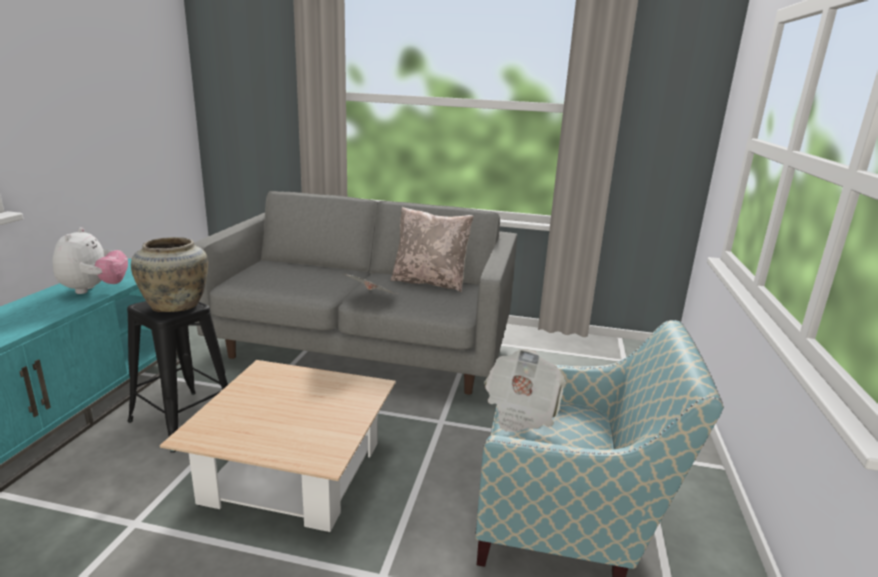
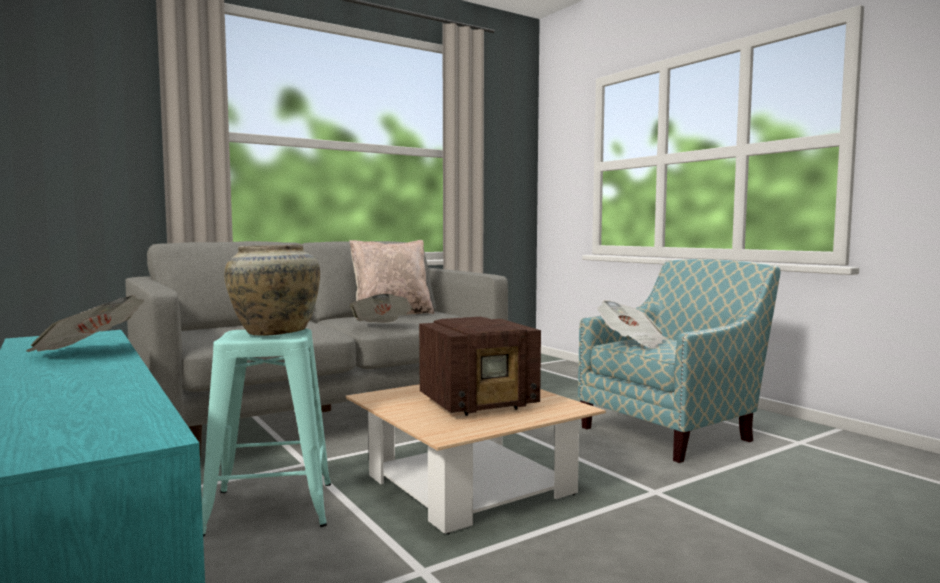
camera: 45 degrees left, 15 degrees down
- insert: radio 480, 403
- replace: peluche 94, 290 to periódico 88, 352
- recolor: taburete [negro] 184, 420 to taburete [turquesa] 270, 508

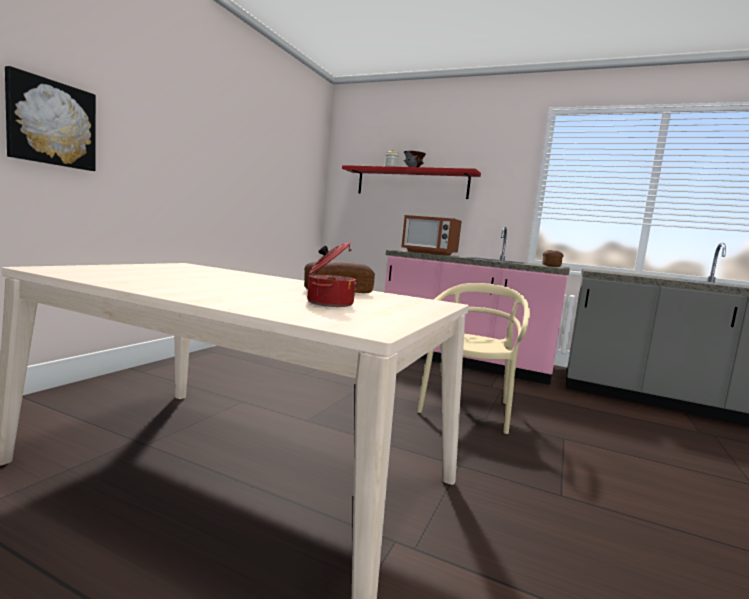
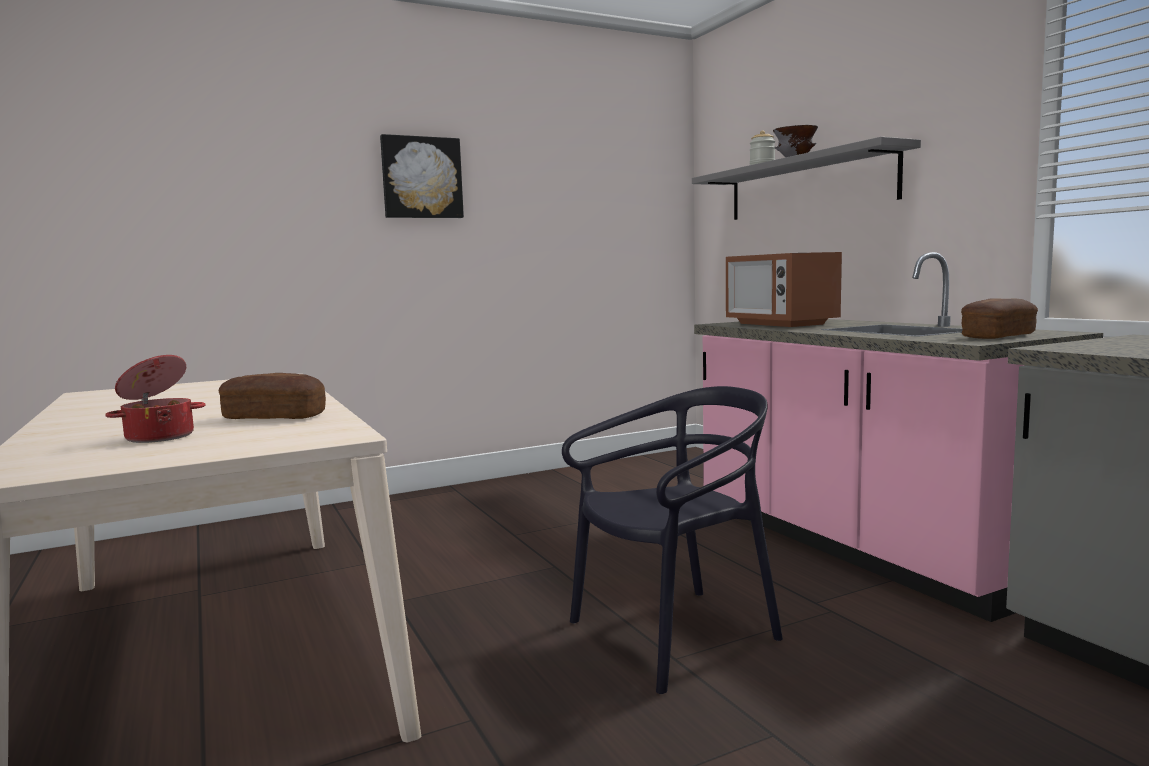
camera: 40 degrees right, 0 degrees up
- move: cuadro 51, 123 to 421, 178
- recolor: estante [rojo] 411, 183 to estante [gris] 807, 186
- recolor: silla [beis] 468, 409 to silla [negro] 674, 635

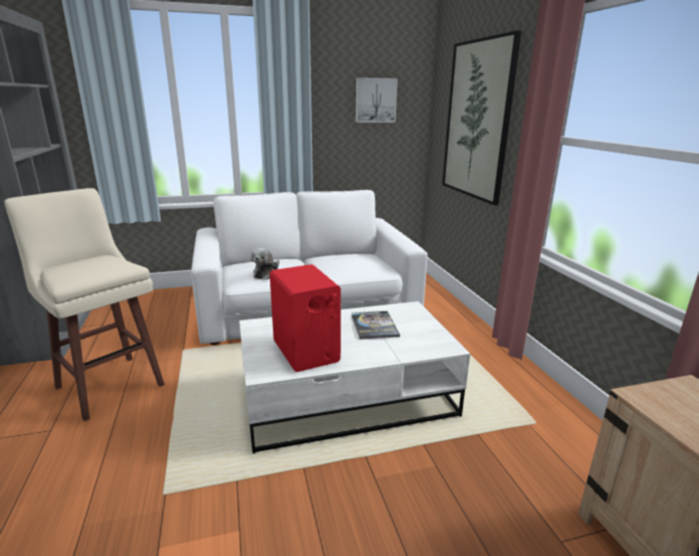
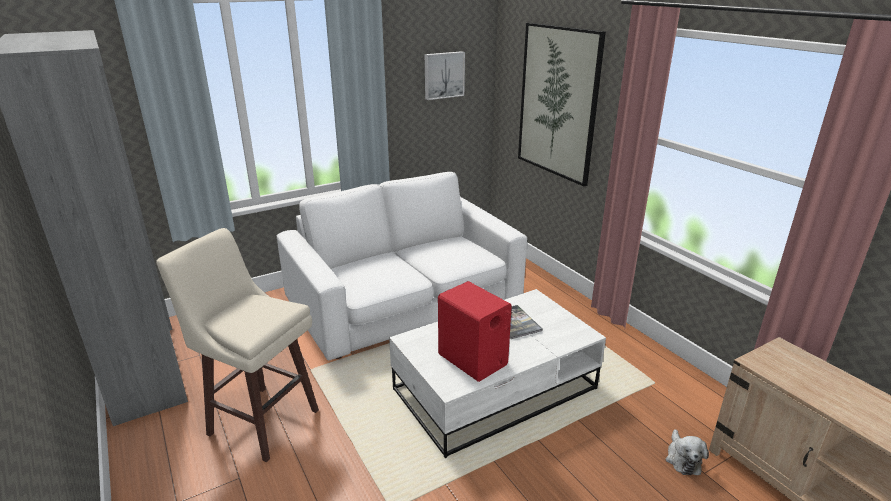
camera: 15 degrees left, 5 degrees up
- move: peluche 267, 273 to 682, 459

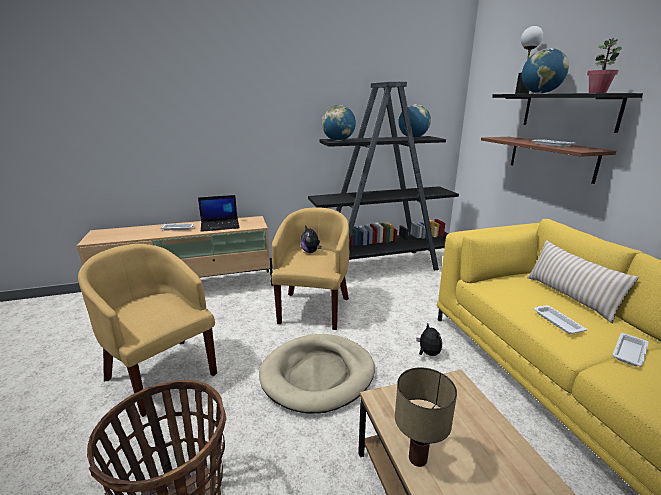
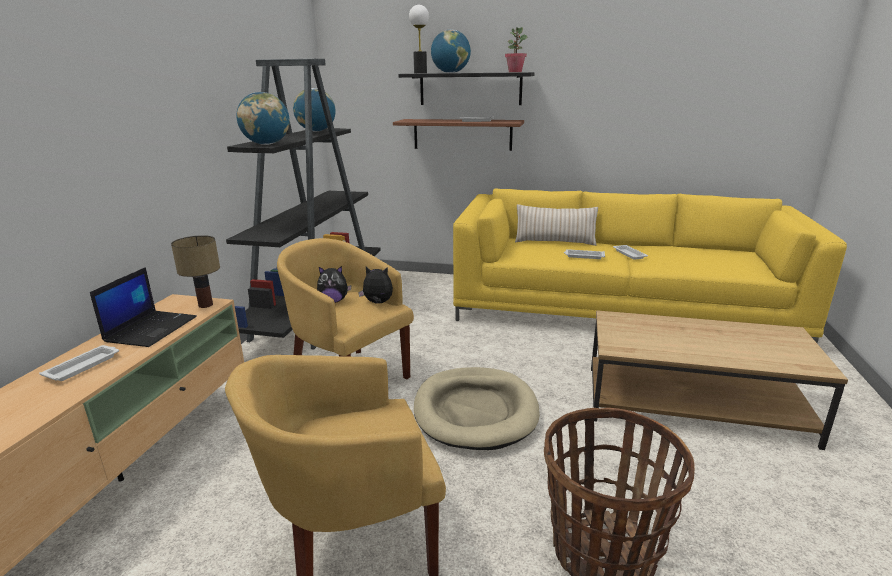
camera: 60 degrees left, 0 degrees up
- move: lámpara de mesa 418, 459 to 206, 305
- move: peluche 428, 353 to 378, 303

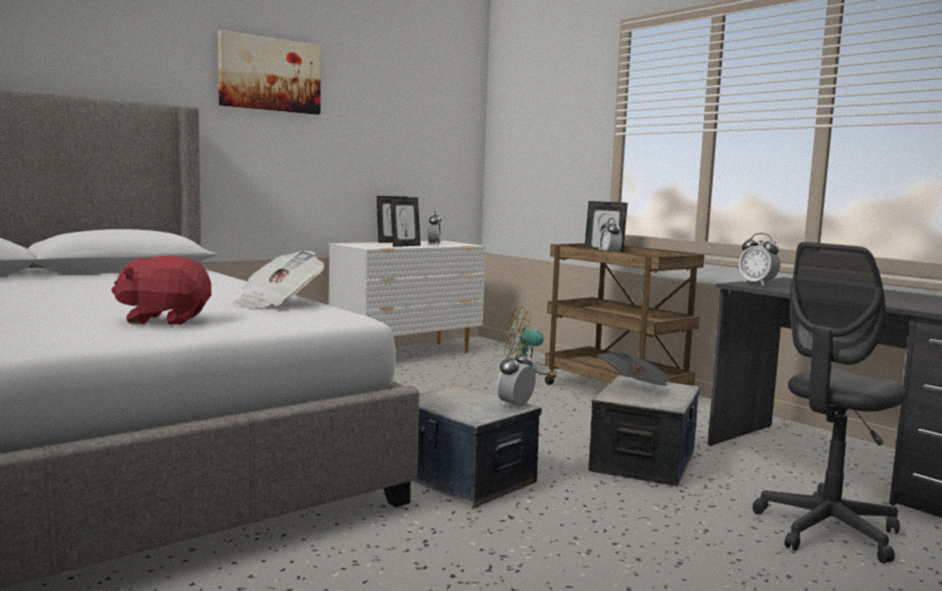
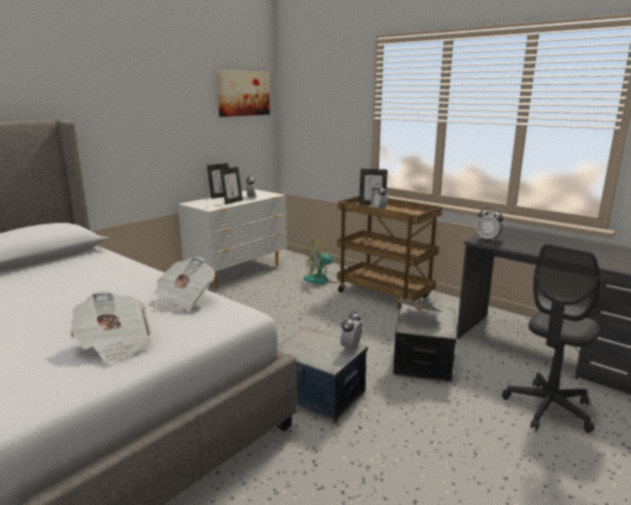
camera: 10 degrees left, 10 degrees up
- move: cuadro 270, 74 to 243, 93
- replace: peluche [rojo] 165, 320 to periódico 114, 345

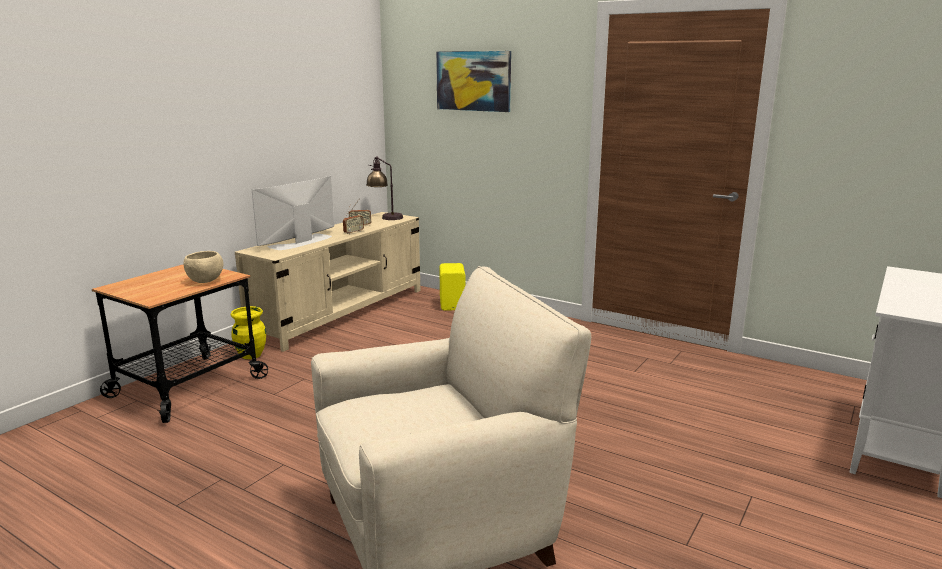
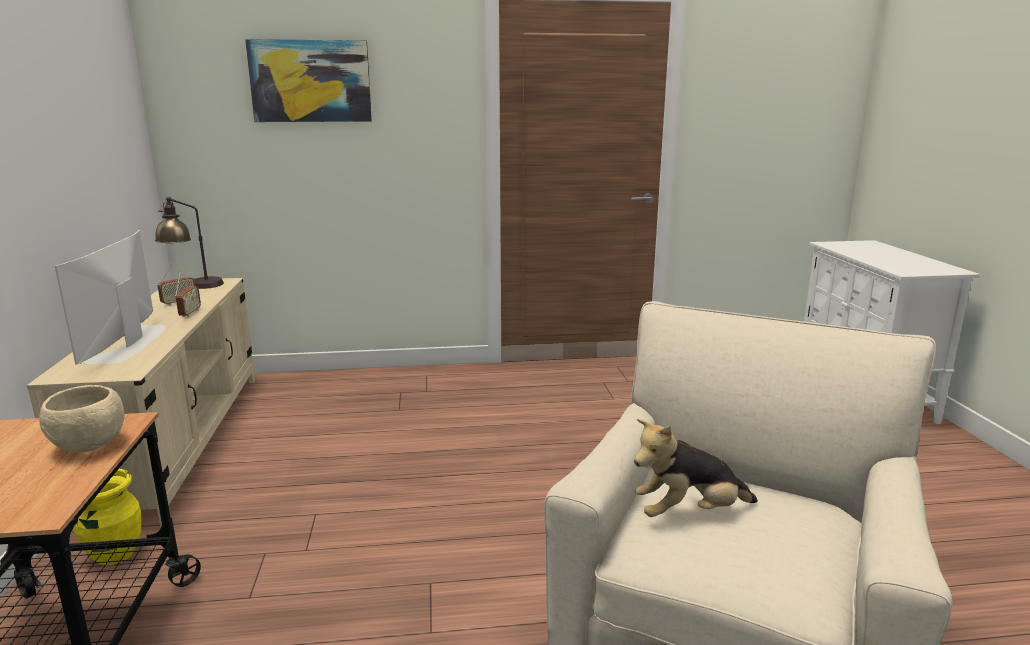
camera: 40 degrees left, 0 degrees up
- delete: altavoz [amarillo] 453, 304
- insert: peluche 689, 513

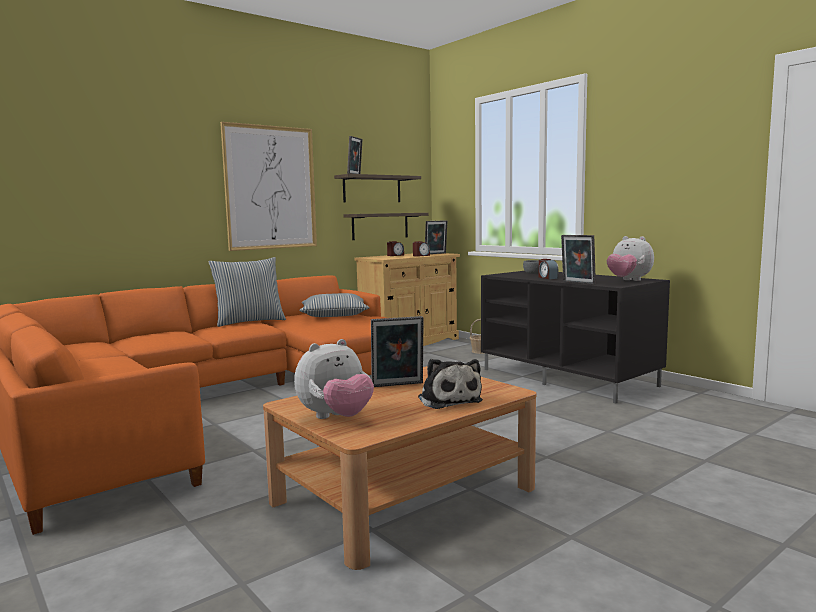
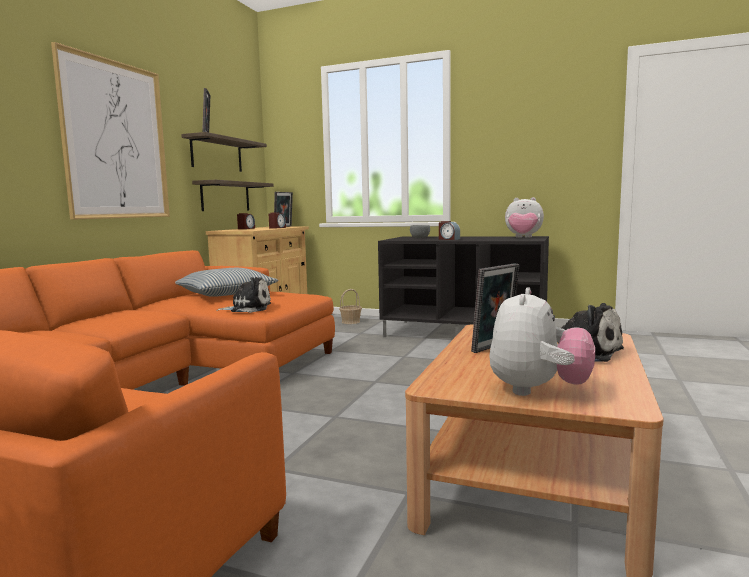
camera: 30 degrees left, 0 degrees up
- delete: cojín 249, 322
- delete: portarretratos 577, 283
- insert: peluche 248, 308

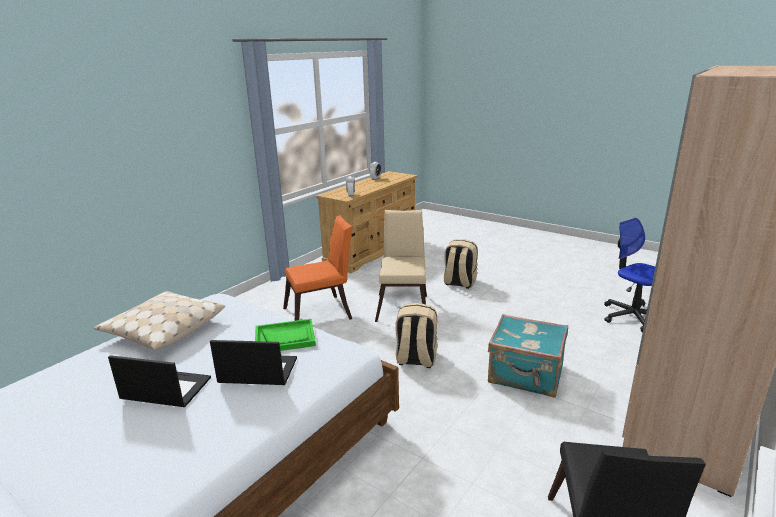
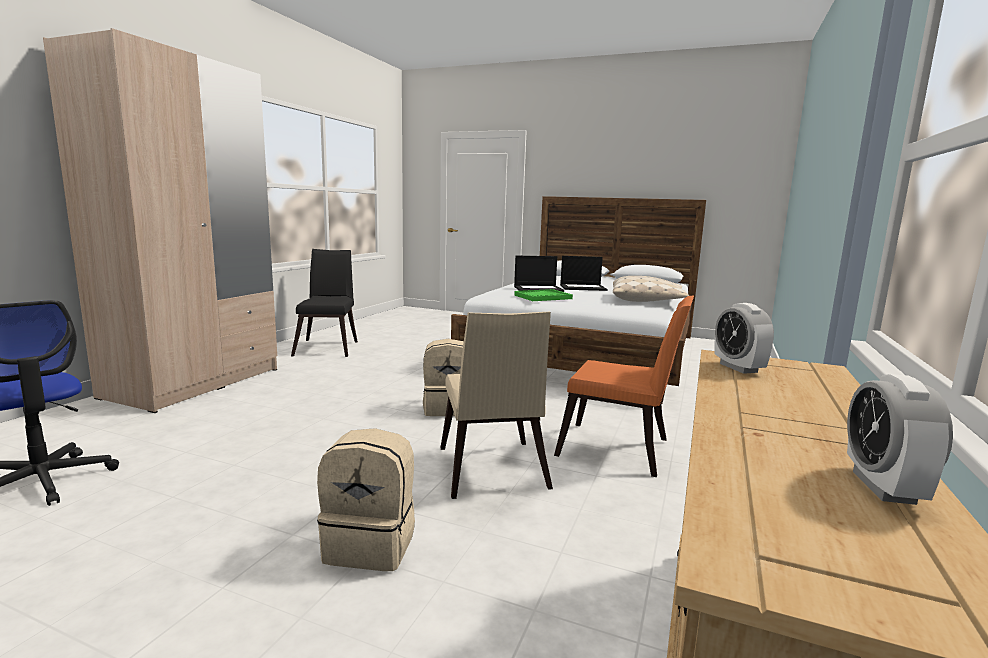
camera: 165 degrees right, 10 degrees down
- delete: maleta [turquesa] 526, 375
- rotate: silla [naranja] 322, 313 = 620, 451 120 degrees counterclockwise

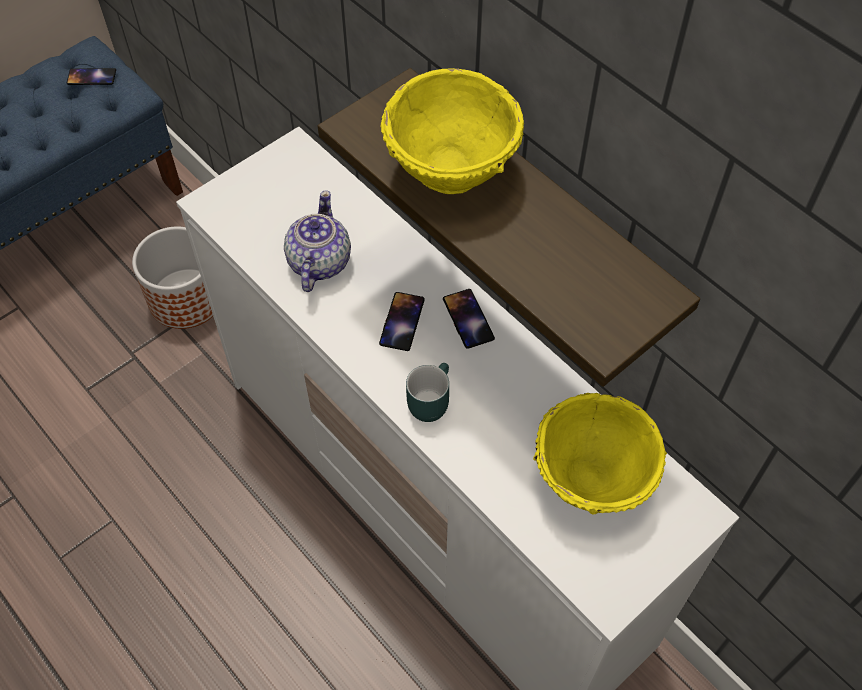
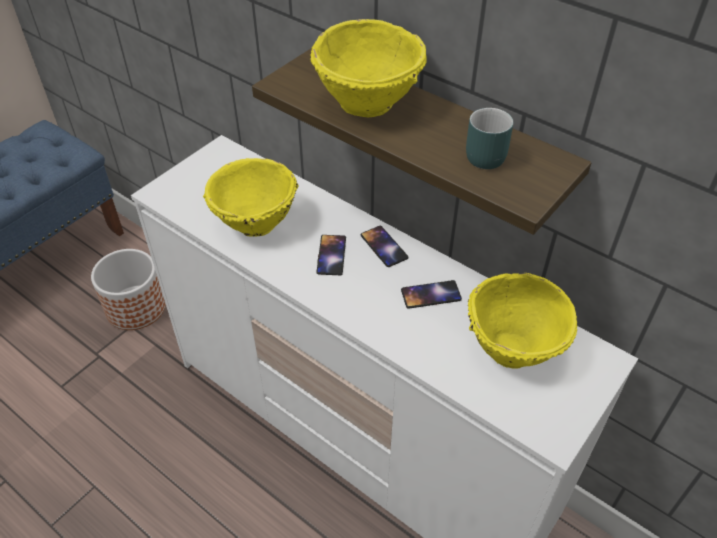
camera: 10 degrees left, 10 degrees down
- move: móvil 91, 77 to 431, 295
- move: taza grande [turquesa] 428, 399 to 483, 153
- replace: tetera 318, 263 to cuenco [amarillo] 255, 223

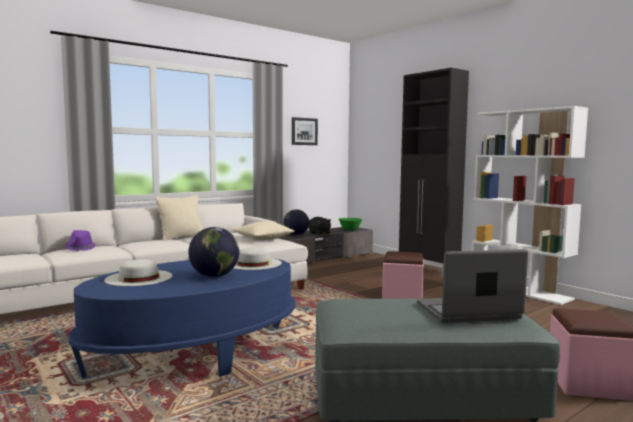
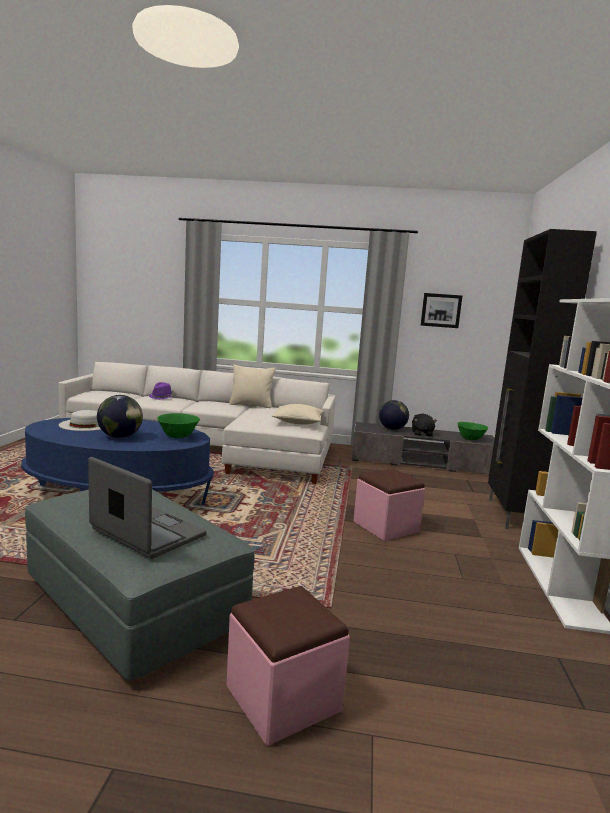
camera: 45 degrees right, 5 degrees up
- replace: sombrero [blanco] 253, 263 to cuenco [verde] 178, 437

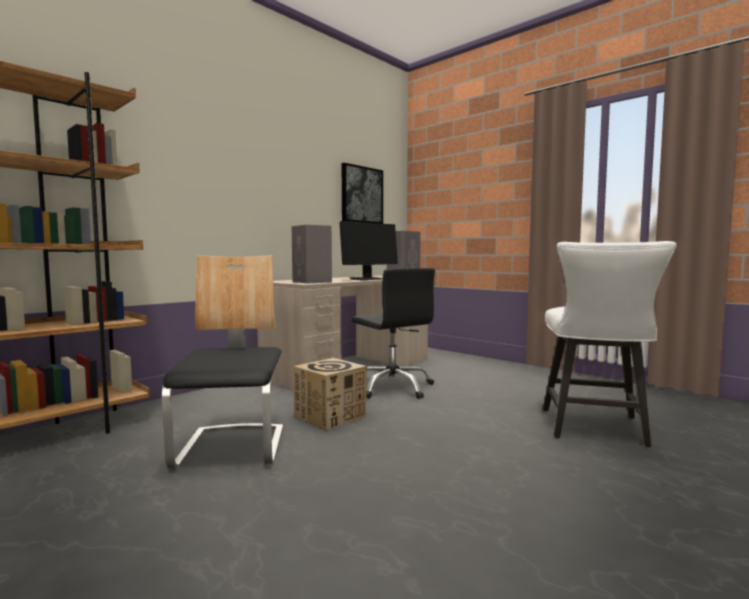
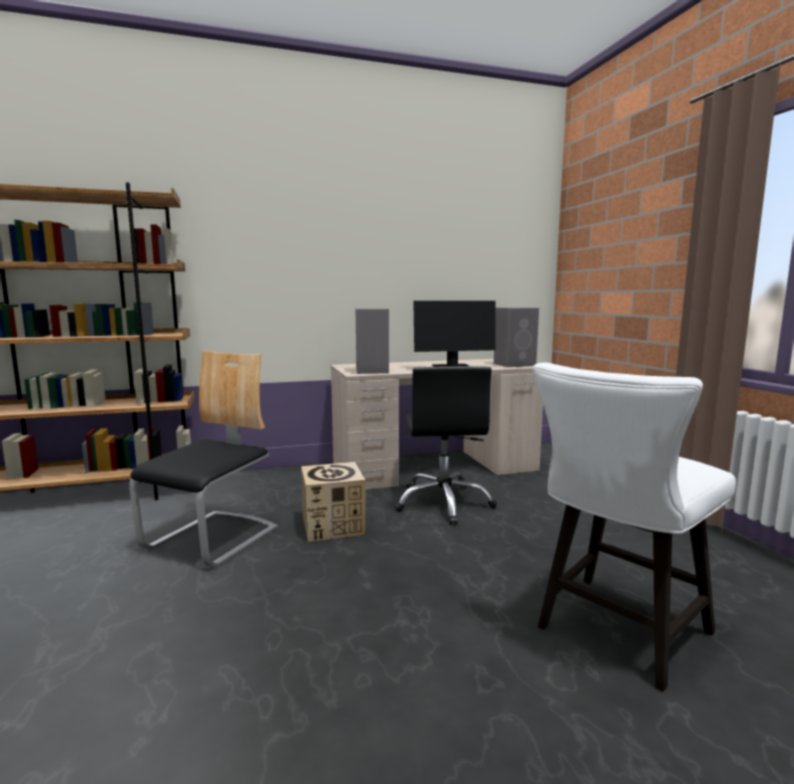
camera: 30 degrees right, 5 degrees up
- delete: cuadro 361, 195

